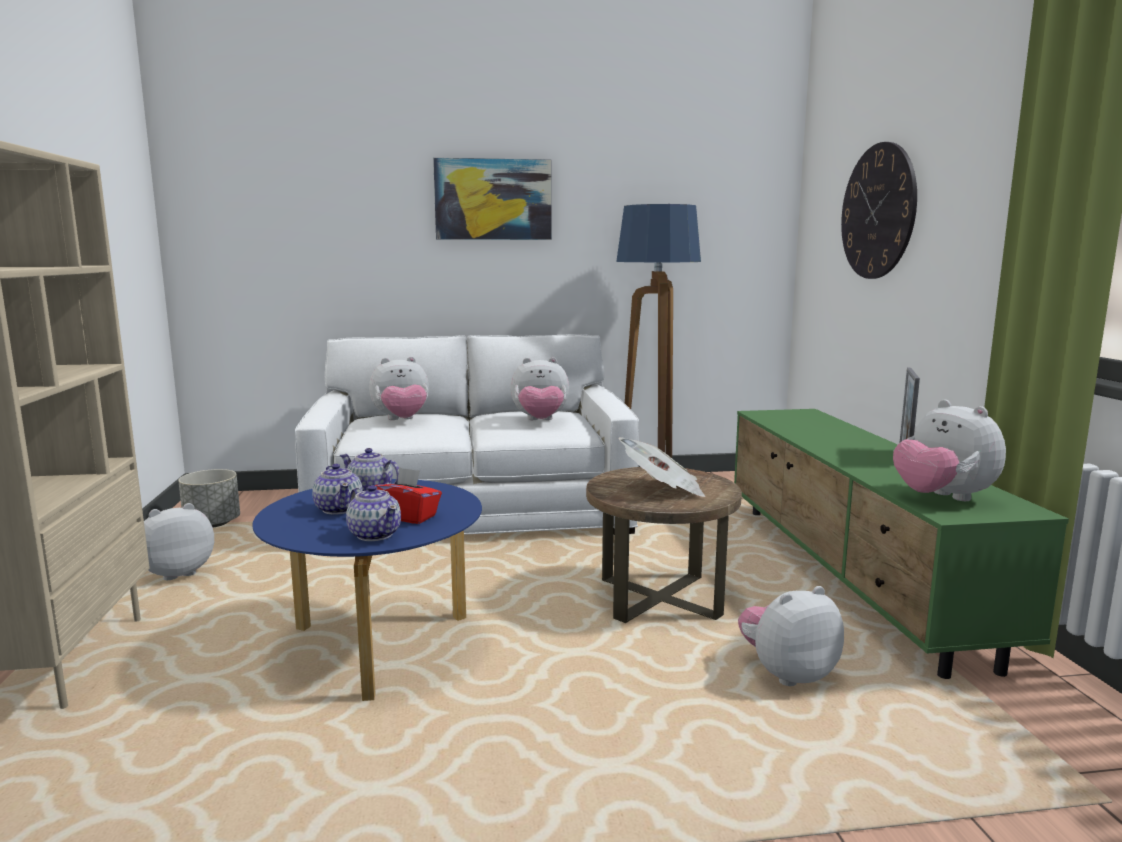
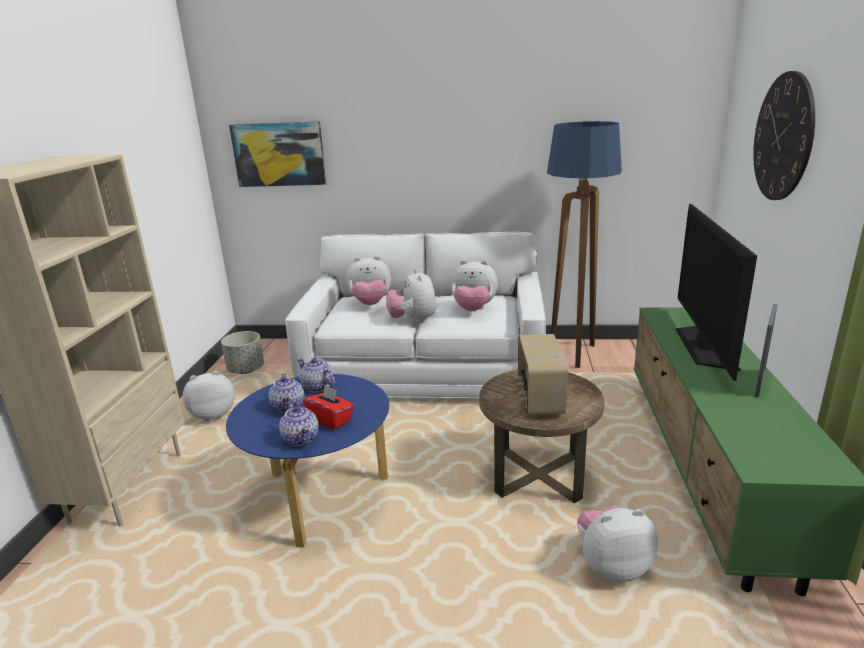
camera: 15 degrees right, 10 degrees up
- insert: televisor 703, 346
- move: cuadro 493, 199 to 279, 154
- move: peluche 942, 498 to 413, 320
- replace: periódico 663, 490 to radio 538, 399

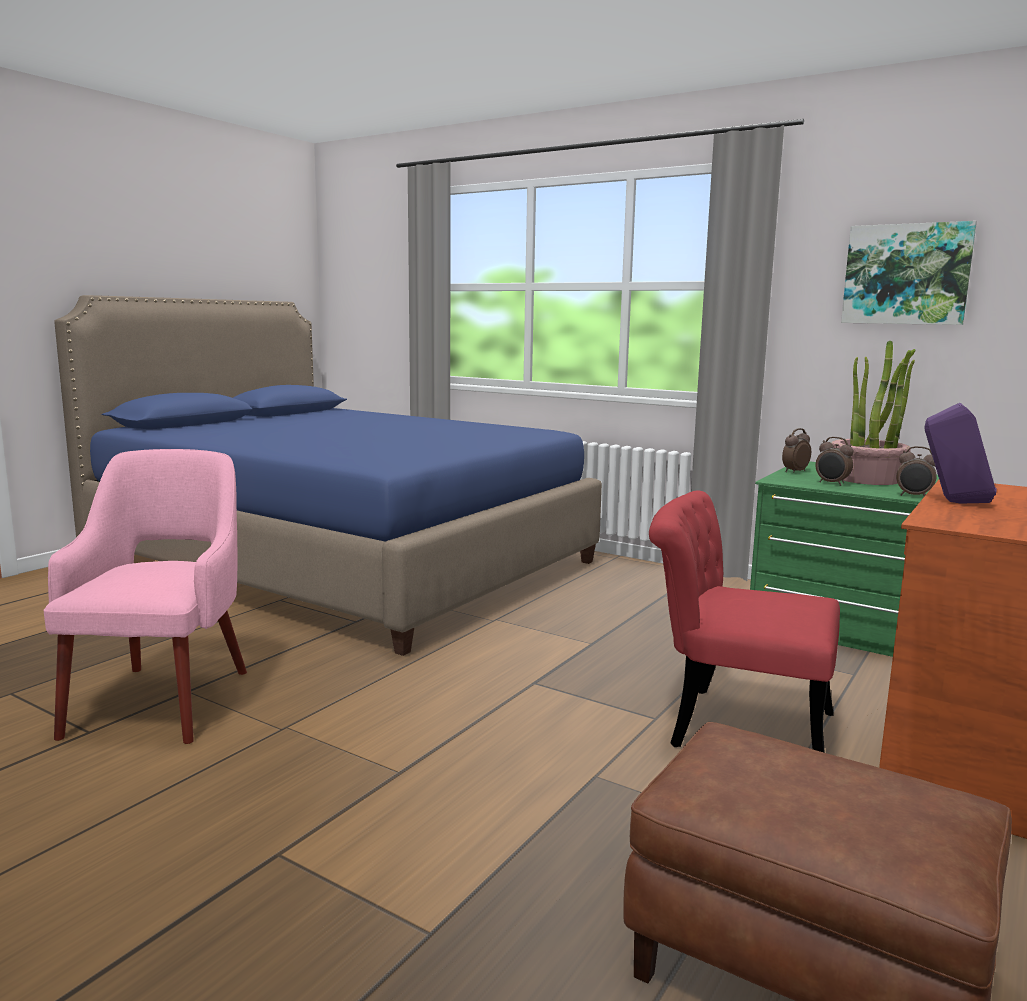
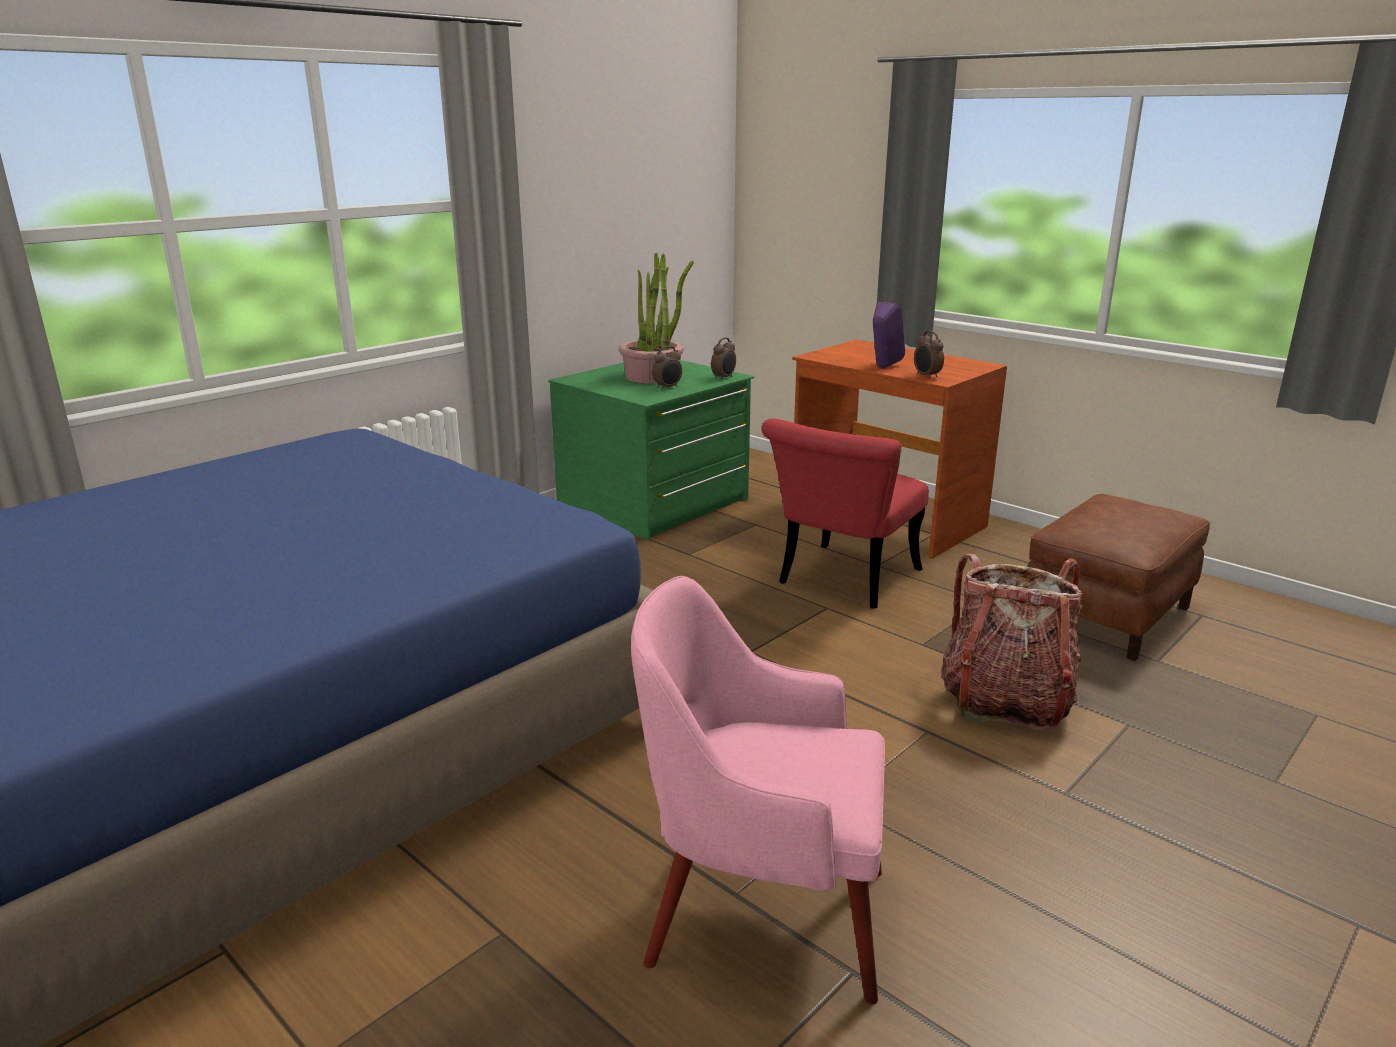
camera: 80 degrees left, 10 degrees up
- delete: cuadro 906, 274
- insert: mochila 1005, 701
- move: despertador 794, 472 to 926, 376

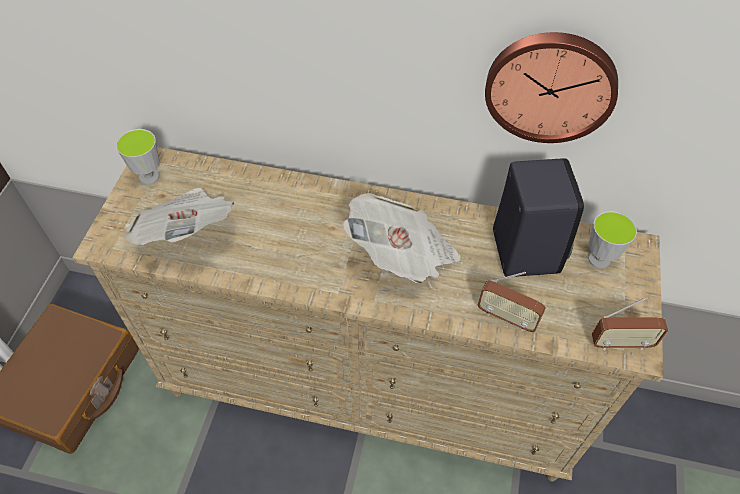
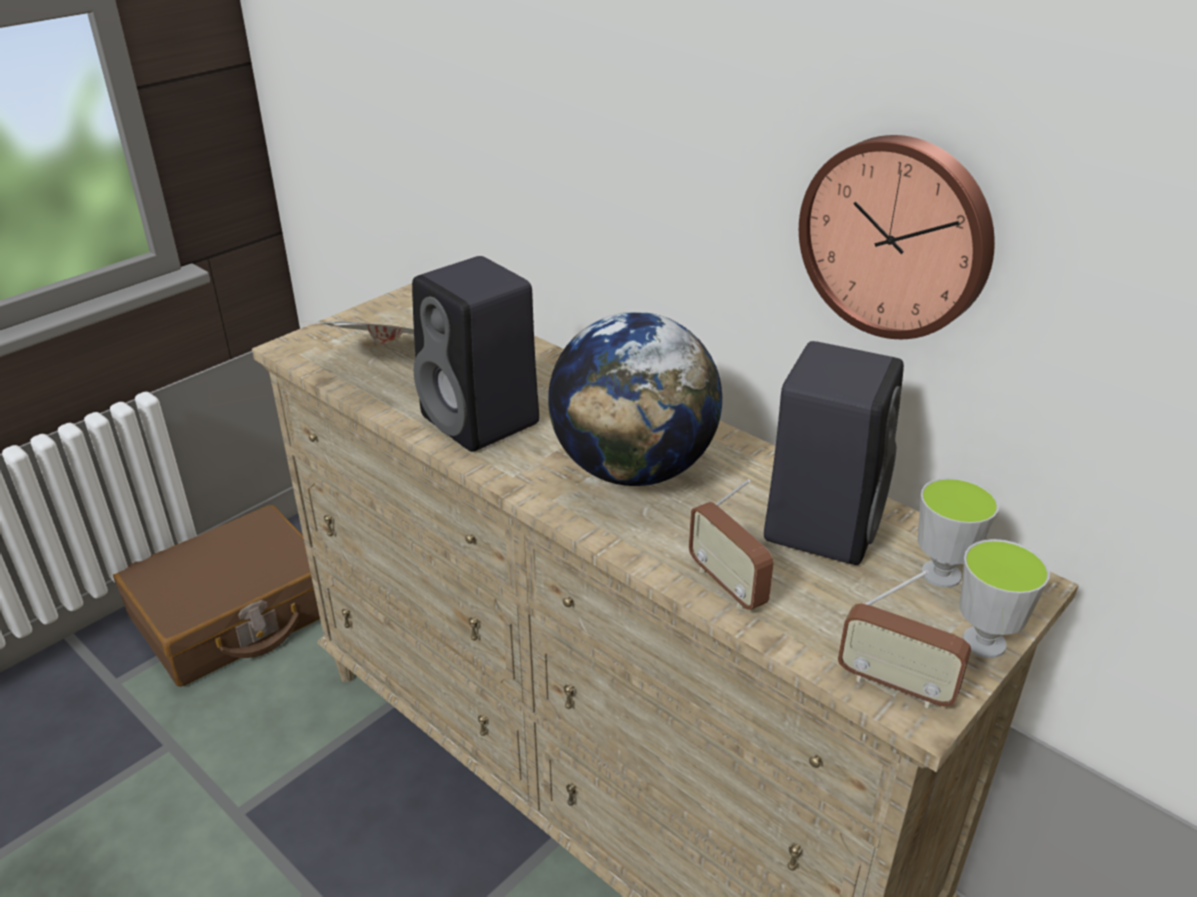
camera: 30 degrees right, 20 degrees down
- insert: altavoz [negro] 483, 421
- move: taza 149, 176 to 984, 642
- replace: periódico 402, 255 to globo terráqueo 634, 469

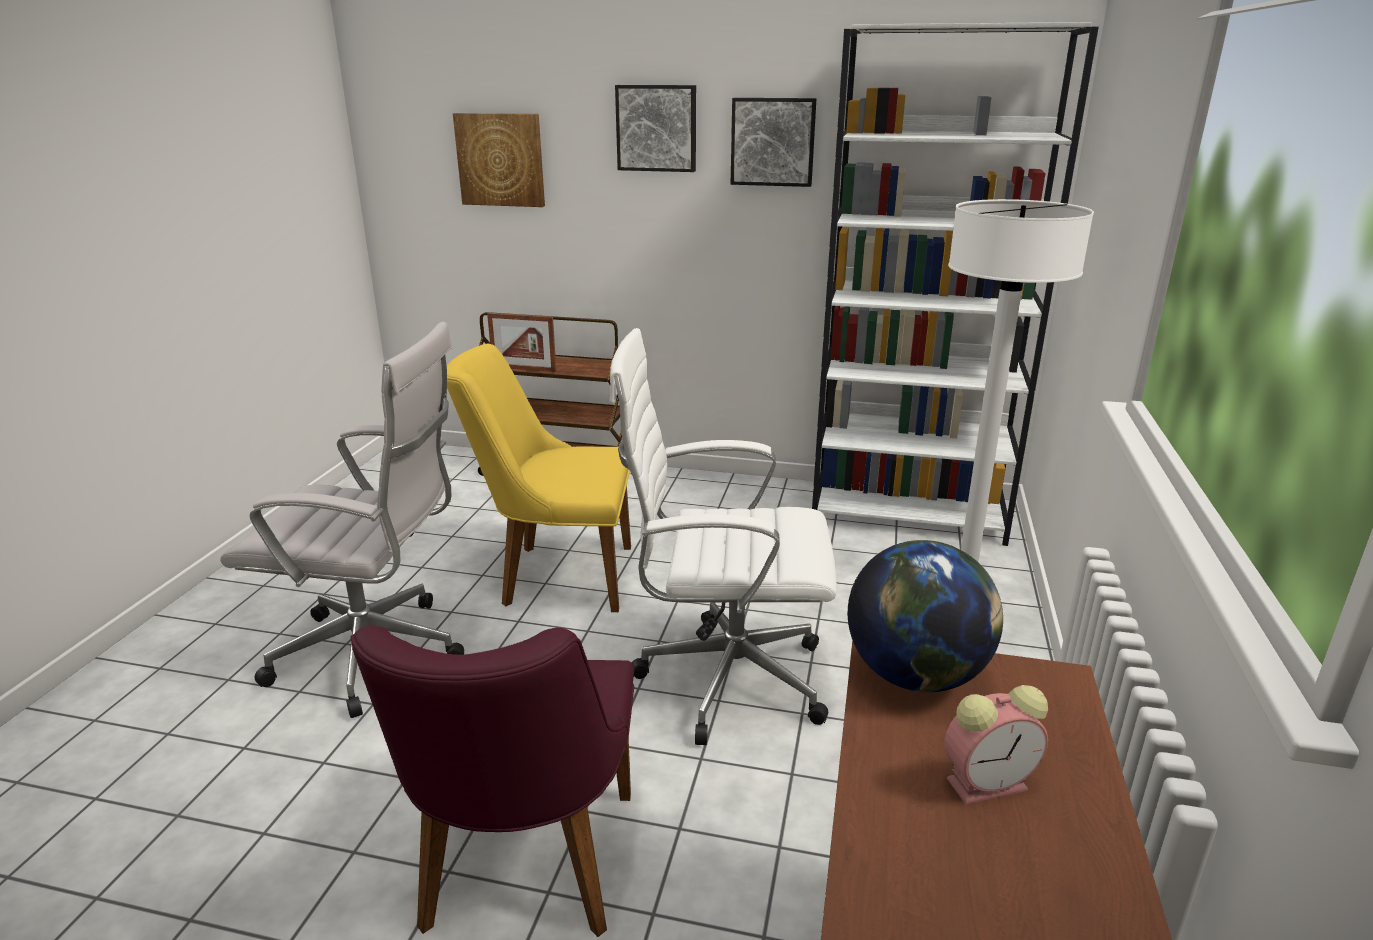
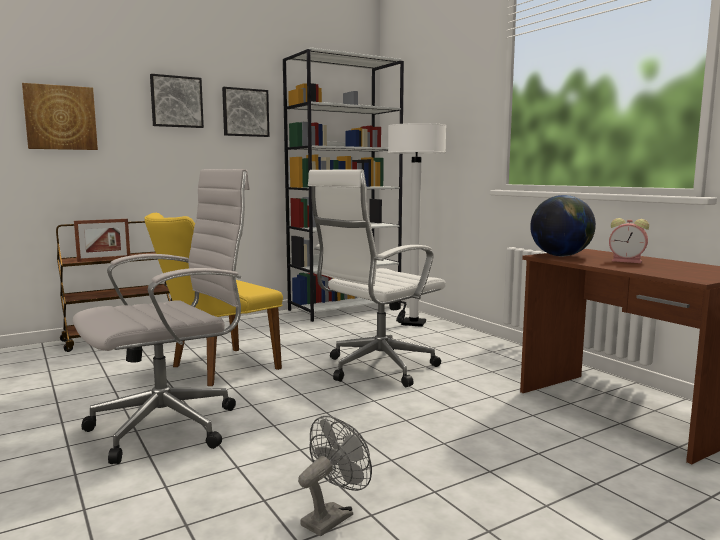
camera: 45 degrees left, 15 degrees down
- delete: silla [morado] 522, 876
- insert: ventilador [gris] 332, 516
- rotate: despertador 989, 782 = 628, 261 90 degrees clockwise

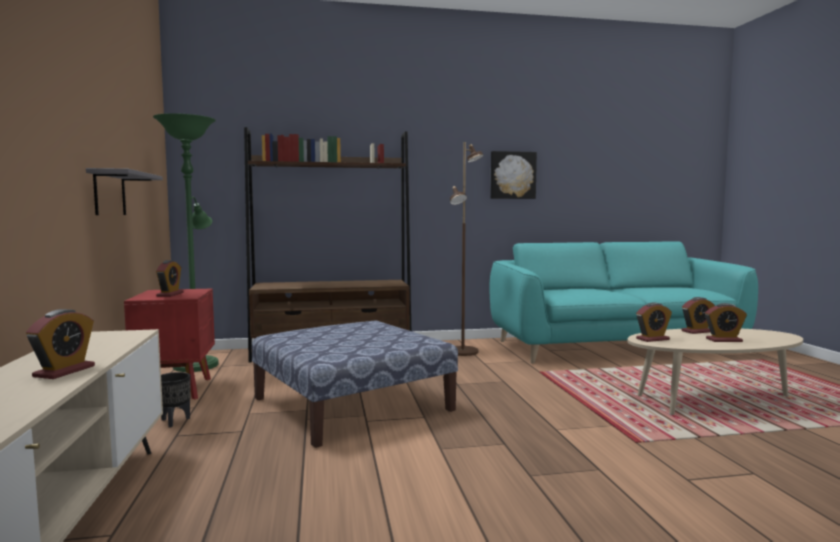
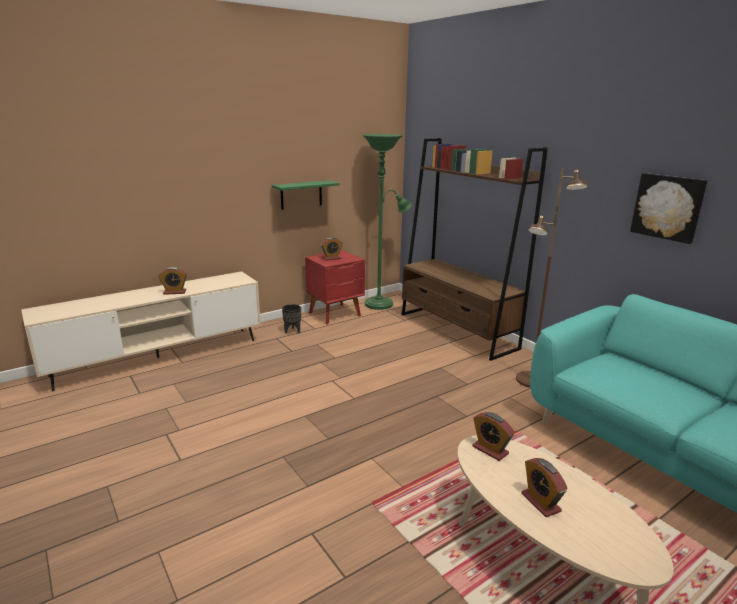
camera: 65 degrees right, 15 degrees up
- delete: puf 352, 404
- delete: despertador 697, 331
- recolor: estante [gris] 109, 193 to estante [verde] 301, 195

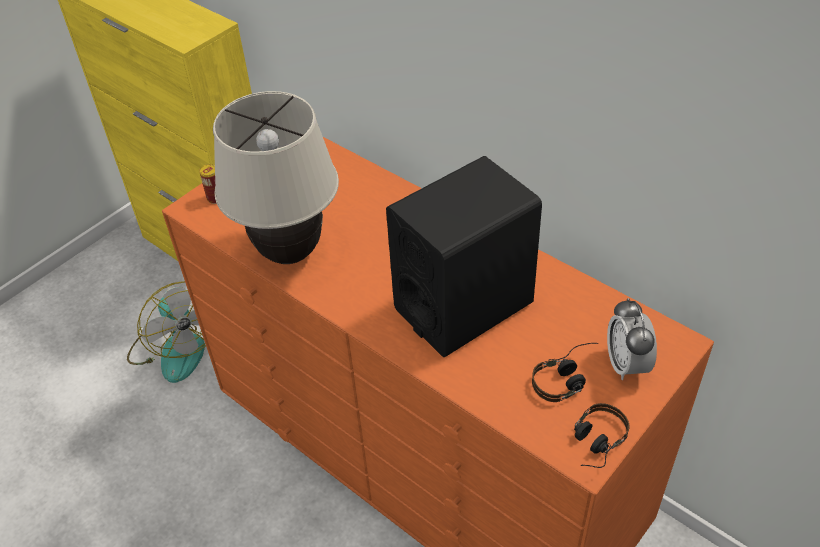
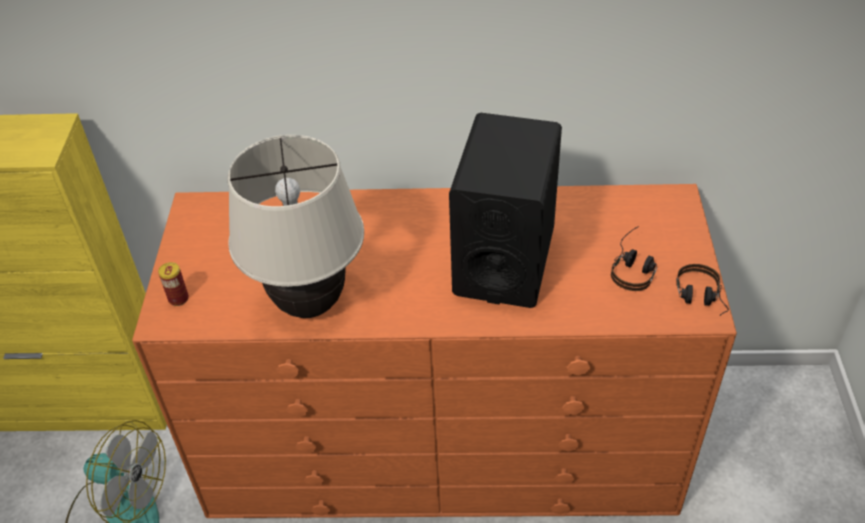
camera: 40 degrees left, 0 degrees up
- delete: despertador 626, 364

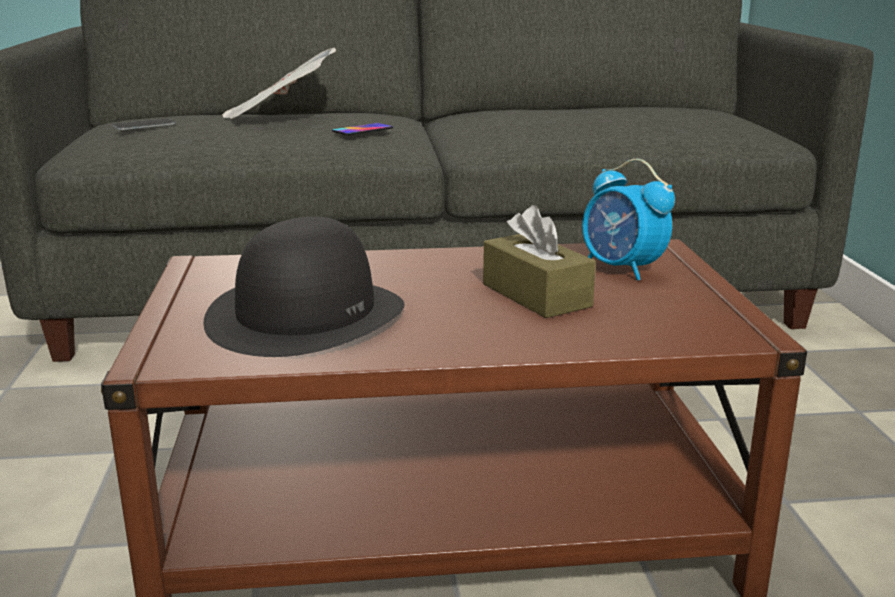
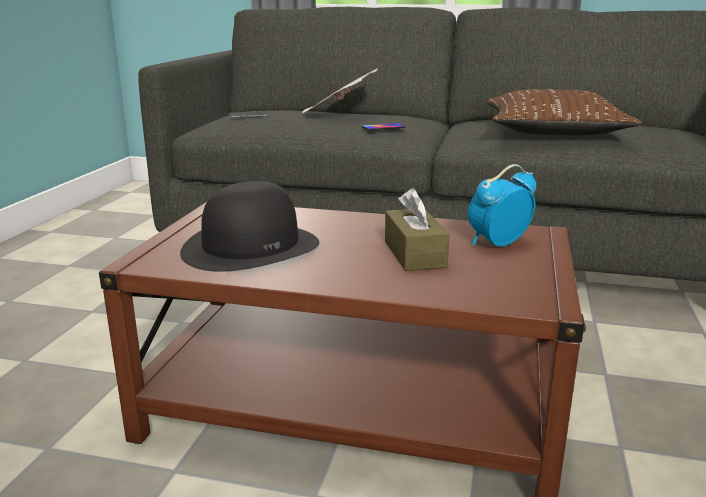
camera: 20 degrees right, 0 degrees up
- insert: cojín [marrón] 553, 130
- rotate: despertador 622, 269 = 497, 244 75 degrees clockwise

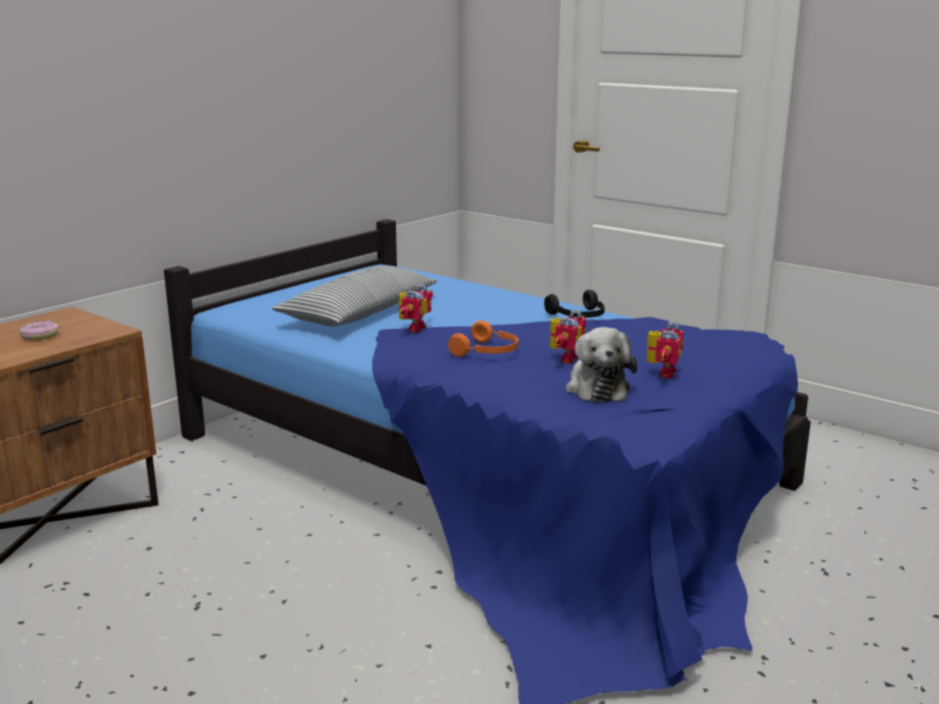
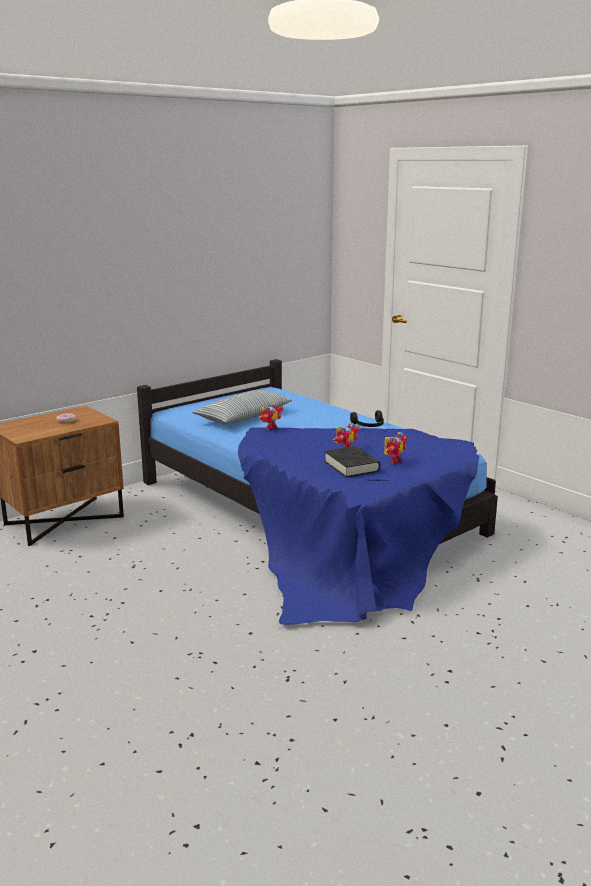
camera: 10 degrees right, 0 degrees up
- delete: auriculares [naranja] 487, 352
- replace: peluche 596, 388 to libro [negro] 351, 466

